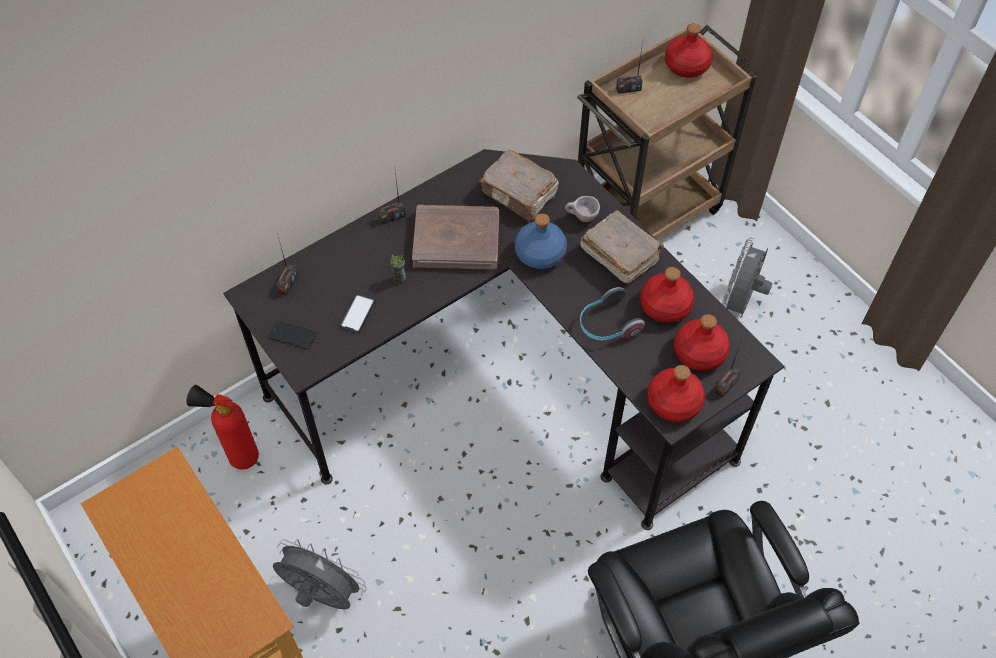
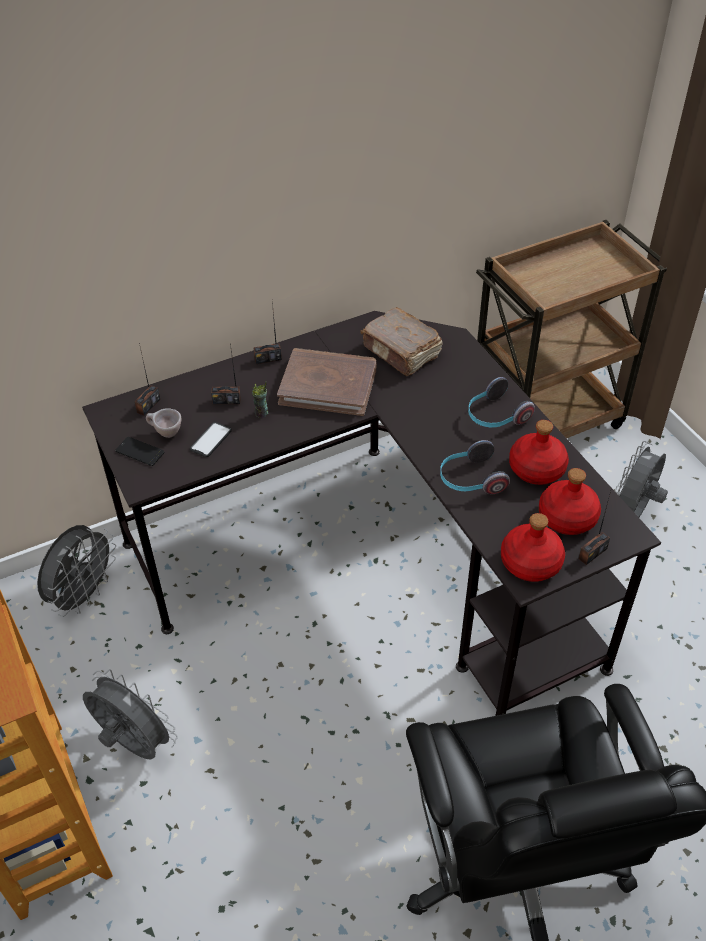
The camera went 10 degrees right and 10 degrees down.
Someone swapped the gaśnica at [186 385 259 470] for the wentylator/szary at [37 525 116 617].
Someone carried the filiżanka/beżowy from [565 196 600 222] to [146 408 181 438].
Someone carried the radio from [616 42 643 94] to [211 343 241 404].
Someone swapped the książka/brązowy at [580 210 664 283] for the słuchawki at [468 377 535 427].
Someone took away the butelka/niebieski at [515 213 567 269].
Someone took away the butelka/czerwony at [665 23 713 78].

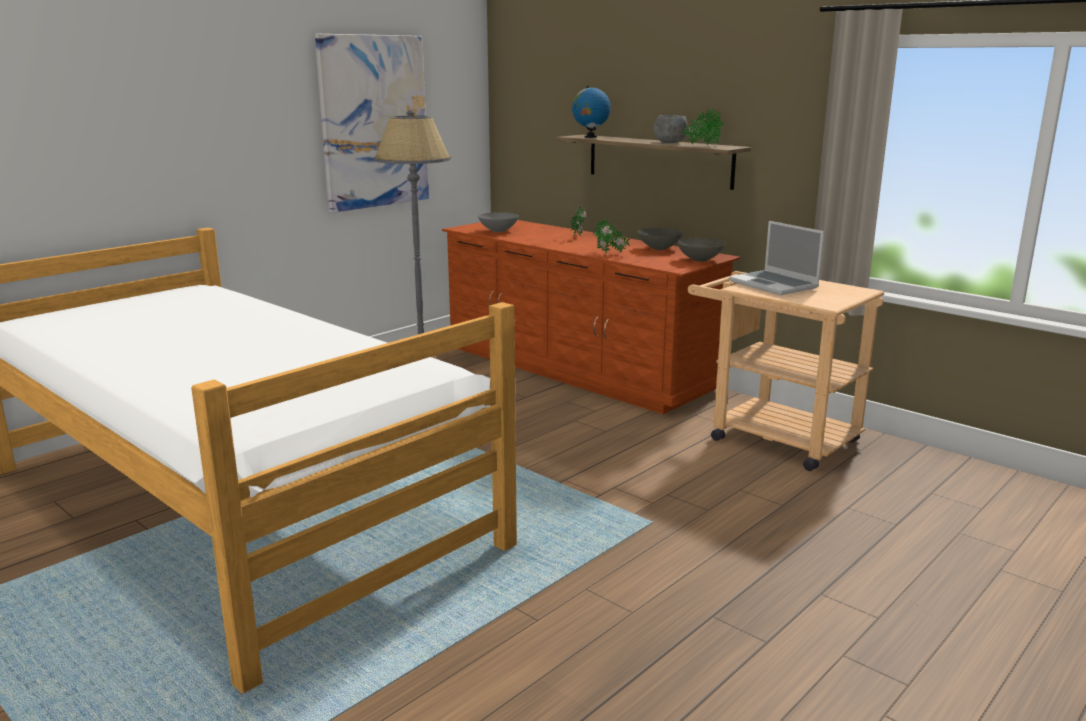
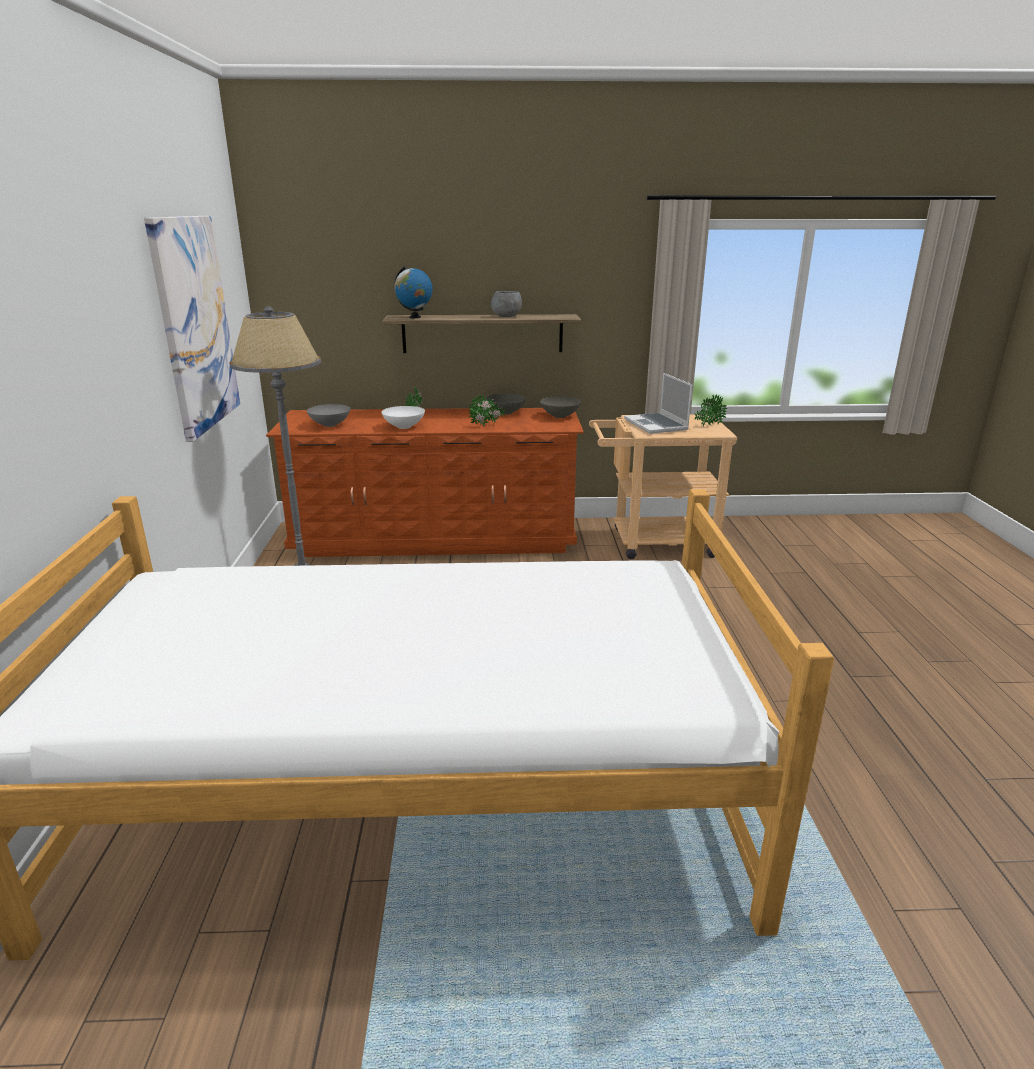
The camera went 45 degrees left and 5 degrees up.
Someone put down the miska/biały at [381 406 425 429].
Someone rotated the laptop at [729 221 824 295] by 60 degrees clockwise.
Someone carried the roślina doniczkowa from [682 108 723 145] to [694 394 727 427].

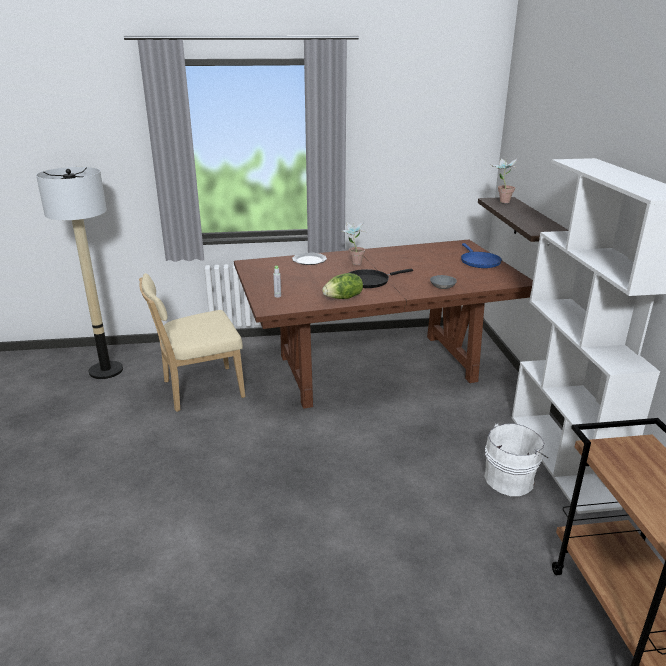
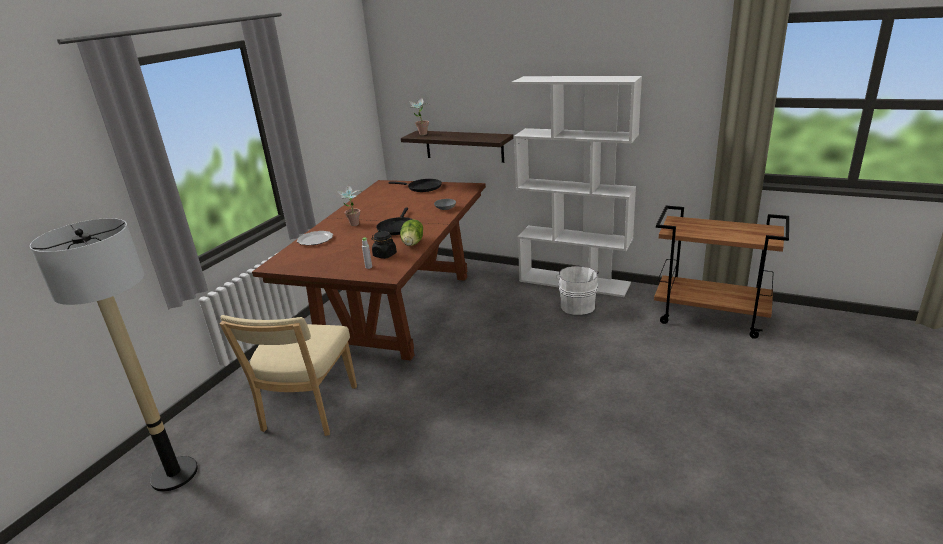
The camera went 55 degrees left and 0 degrees up.
Someone put down the słoik/czarny at [372 231 397 259].
Someone repainted the patelnia/niebieski at [461 243 502 268], which became the patelnia/czarny at [389 179 442 192].

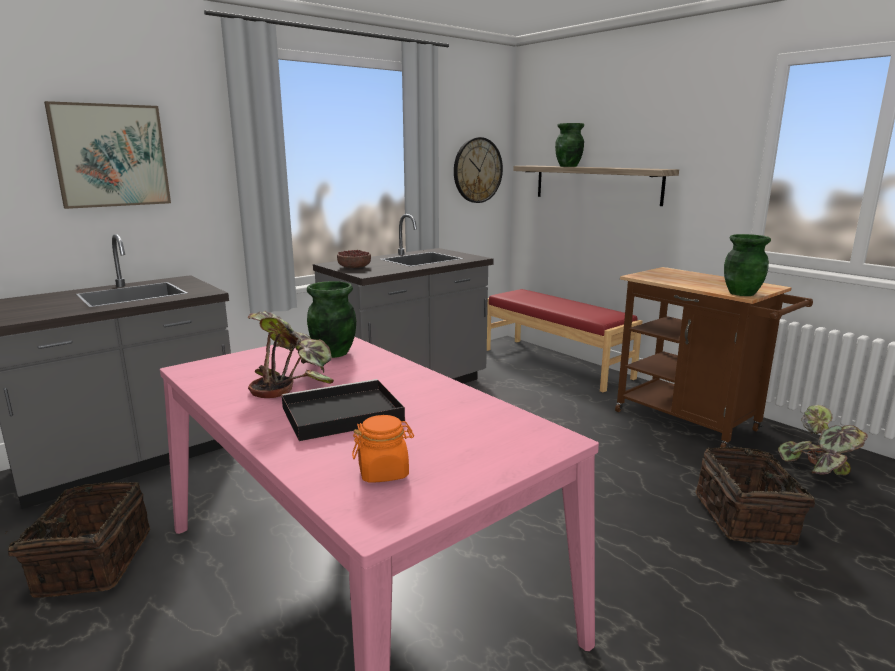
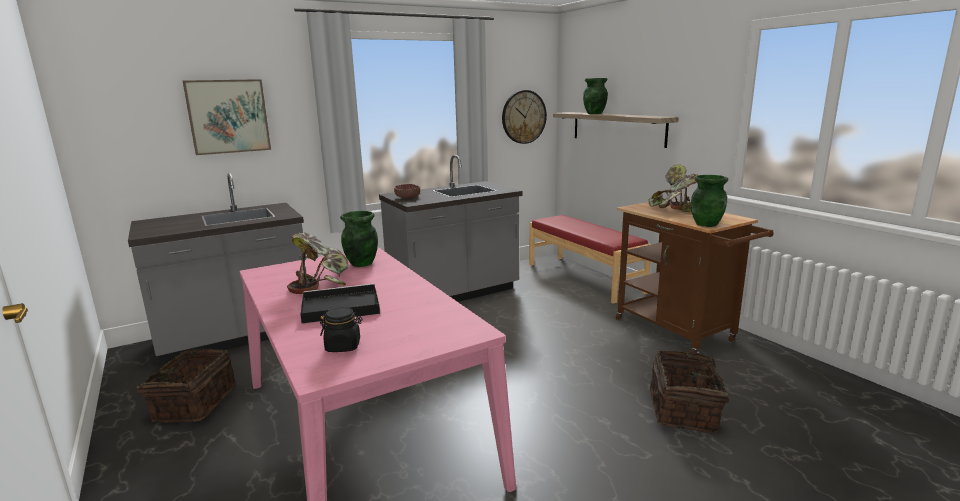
The camera went 10 degrees right and 0 degrees up.
Someone repainted the słoik/pomarańczowy at [352 415 414 483], which became the słoik/czarny at [320 307 363 352].
Someone carried the roślina doniczkowa from [778 405 868 475] to [648 164 698 212].

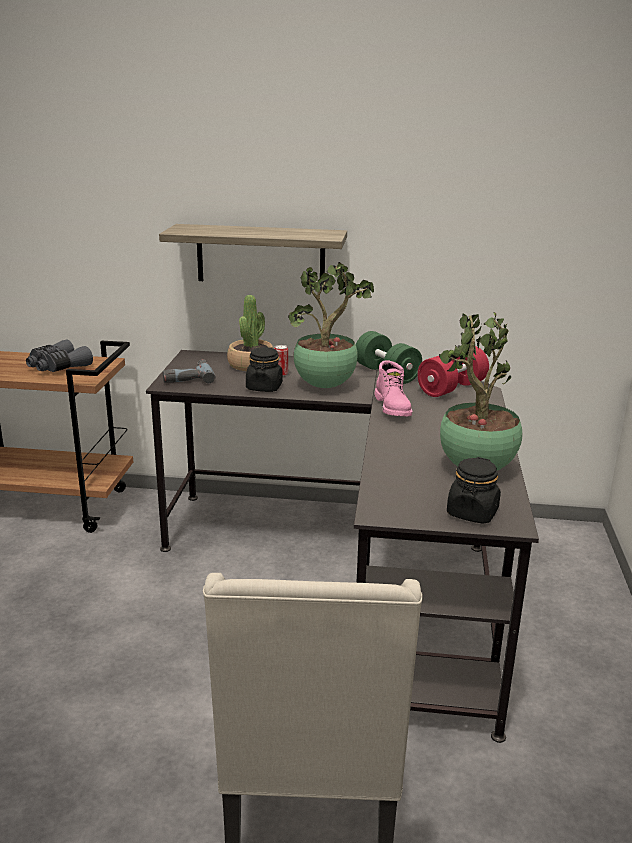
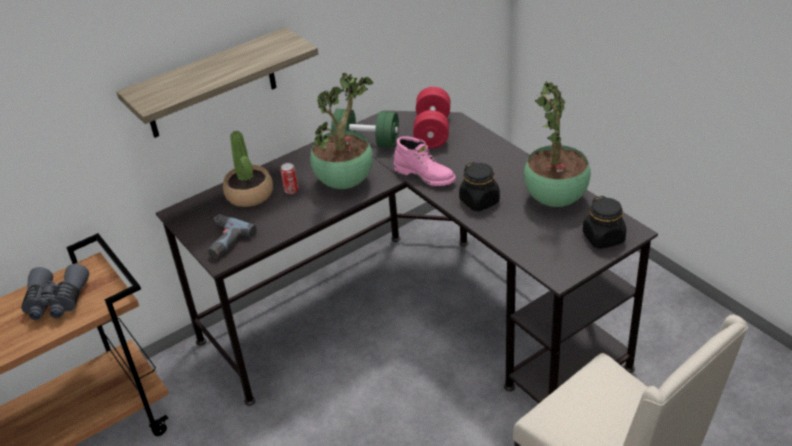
The camera went 40 degrees left and 15 degrees up.
Someone carried the słoik/czarny from [246 347 283 392] to [459 162 500 211].

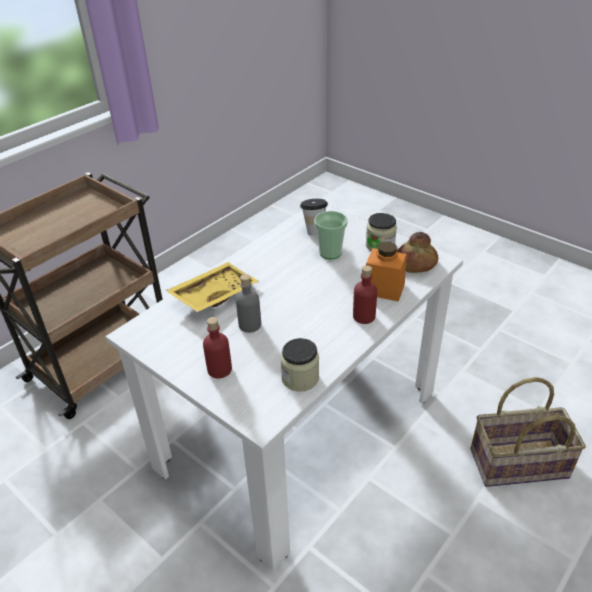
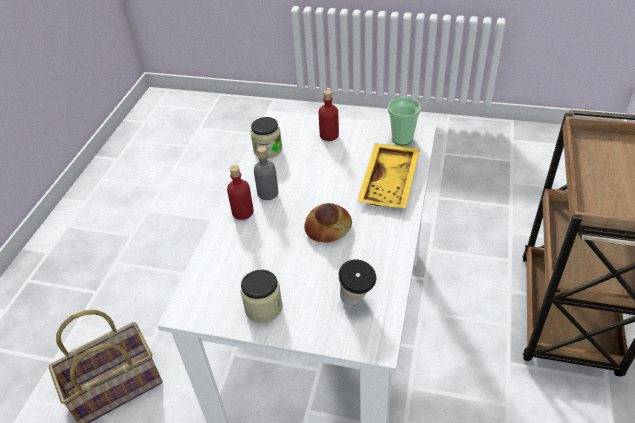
The camera went 155 degrees right and 5 degrees up.
Someone carried the butelka/szary from [236 274 261 333] to [254 146 278 200].
Someone carried the chleb from [397 232 438 273] to [304 203 352 242].
Someone carried the filiżanka from [314 211 348 259] to [388 97 421 145].
Someone took away the słoik/pomarańczowy at [366 242 406 302].

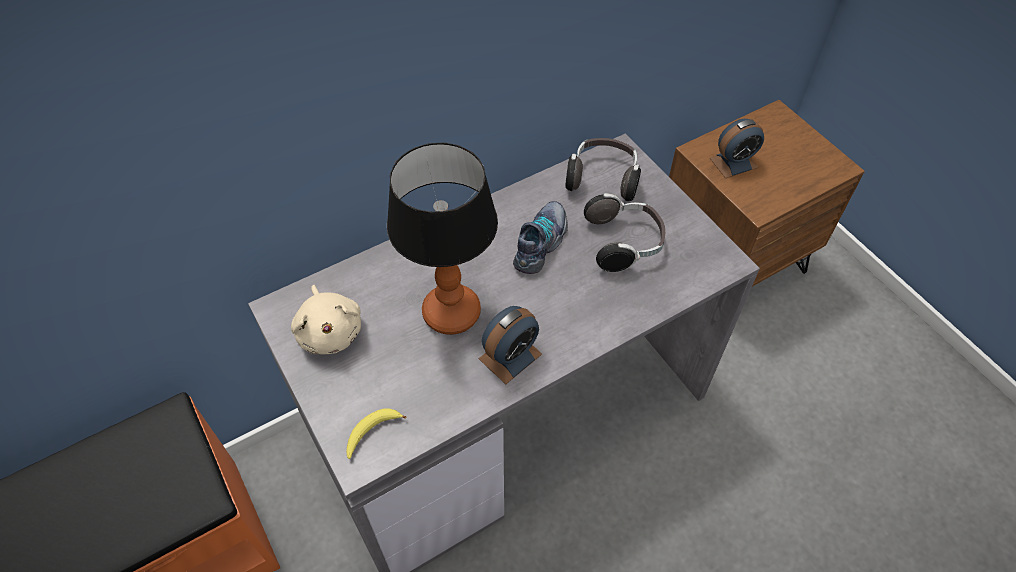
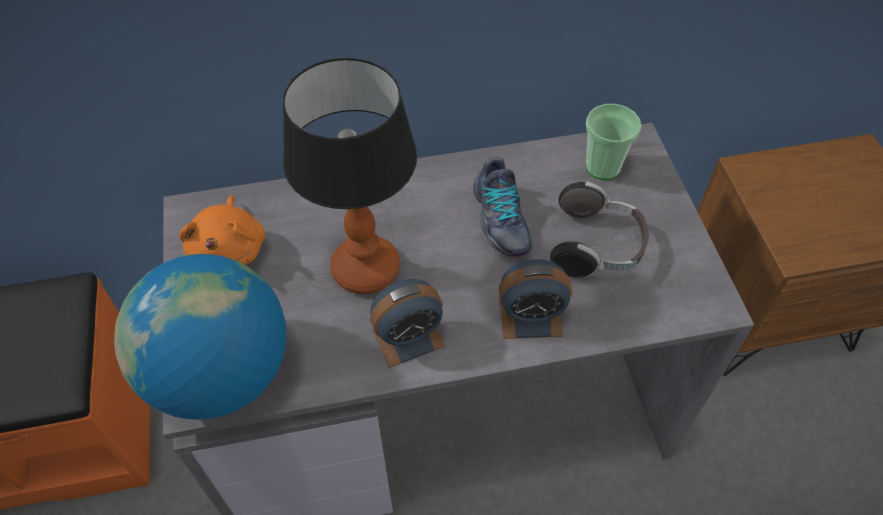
The camera went 20 degrees right and 0 degrees up.
Someone swapped the banan at [346 409 407 459] for the globus at [114 254 286 420].
Someone repainted the pluszak/beżowy at [291 285 361 355], which became the pluszak/pomarańczowy at [179 196 265 265].
Someone rotated the but at [513 201 568 274] by 120 degrees clockwise.
Someone carried the budzik from [710 119 764 178] to [499 259 572 339].
Someone swapped the słuchawki at [565 138 641 201] for the filiżanka at [586 104 642 180].

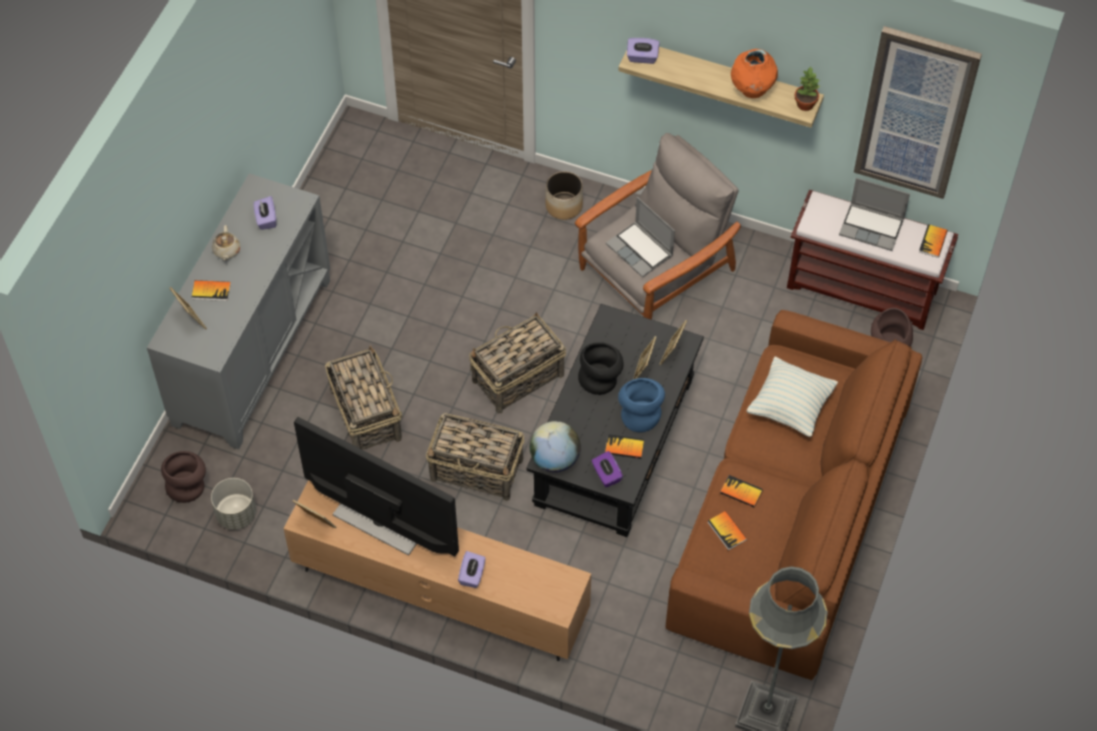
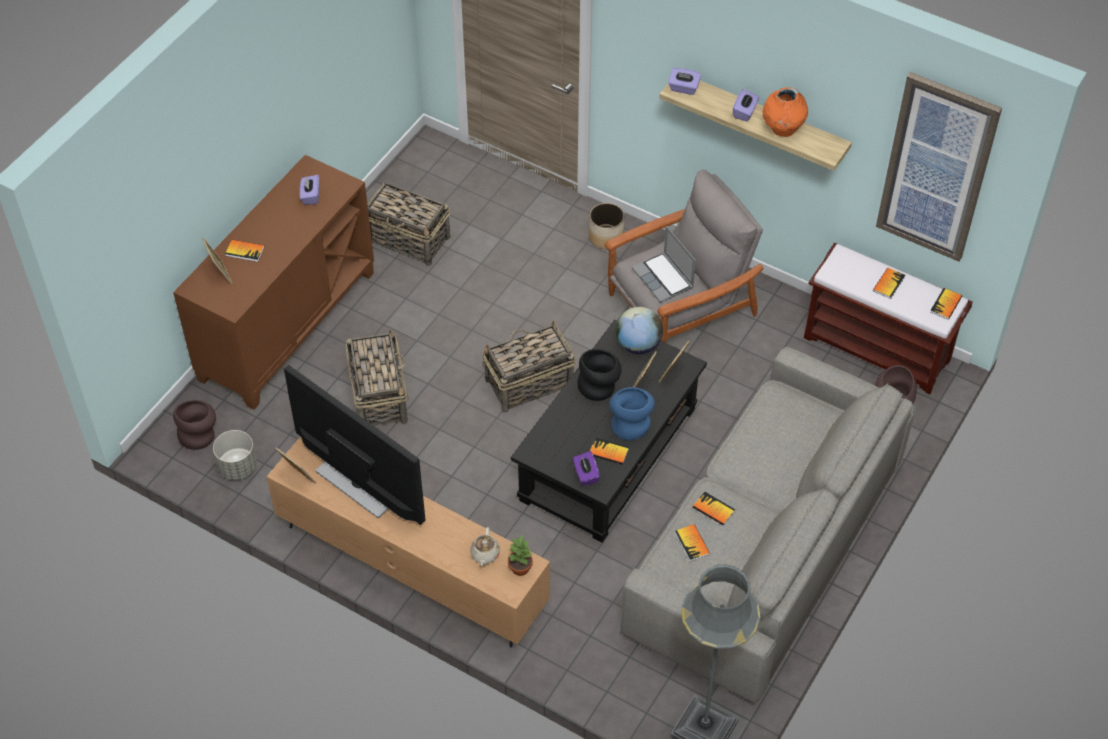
The camera went 10 degrees right and 5 degrees down.
Someone repainted the szafka/szary at [147 173 330 449], which became the szafka/brązowy at [173 155 374 410].
Someone carried the koszyk from [426 413 524 501] to [368 182 450 266].
Someone carried the imbryk/beżowy from [212 225 240 261] to [470 527 500 566].
Someone carried the roślina doniczkowa from [795 67 820 111] to [508 534 533 576].
Someone carried the globus from [530 421 581 472] to [616 307 663 354].
Someone repainted the kanapa/brązowy at [666 310 922 680], which became the kanapa/szary at [620 347 915 704].
Someone carried the pudełko chusteczek/fioletowy from [458 551 485 588] to [733 89 759 121].
Someone swapped the laptop at [839 178 910 251] for the książka at [873 268 905 299].
Someone took away the poduszka at [746 357 838 437].

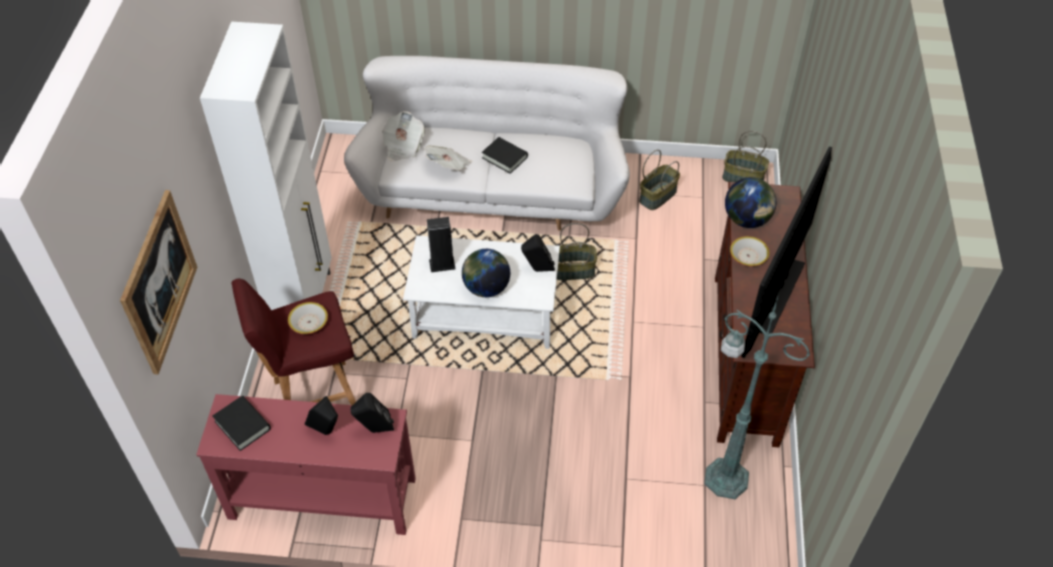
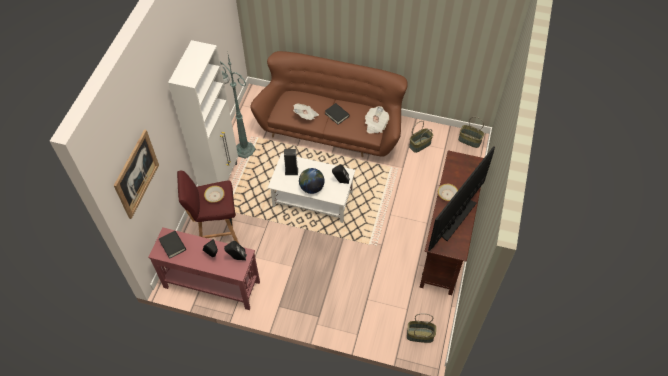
The camera went 10 degrees right and 5 degrees up.
Someone carried the lampa stojąca/zielony from [704 294 810 499] to [220 55 256 159].
Someone repainted the kanapa/biały at [344 56 630 231], which became the kanapa/brązowy at [251 51 408 157].
Someone carried the gazeta from [382 111 425 161] to [365 106 389 134].
Someone carried the koszyk from [557 223 597 280] to [407 313 436 343].
Someone took away the globus at [725 177 776 228].

